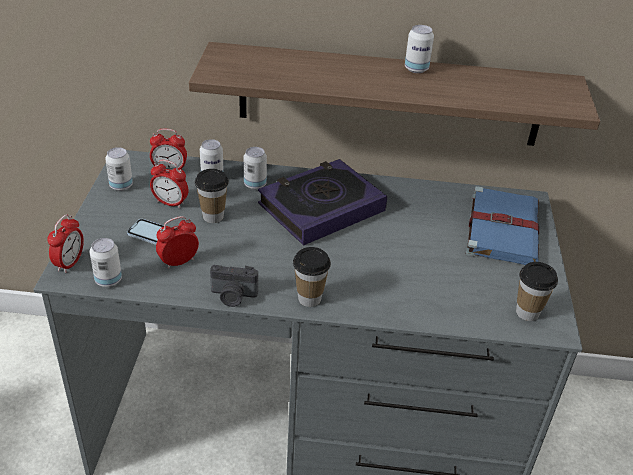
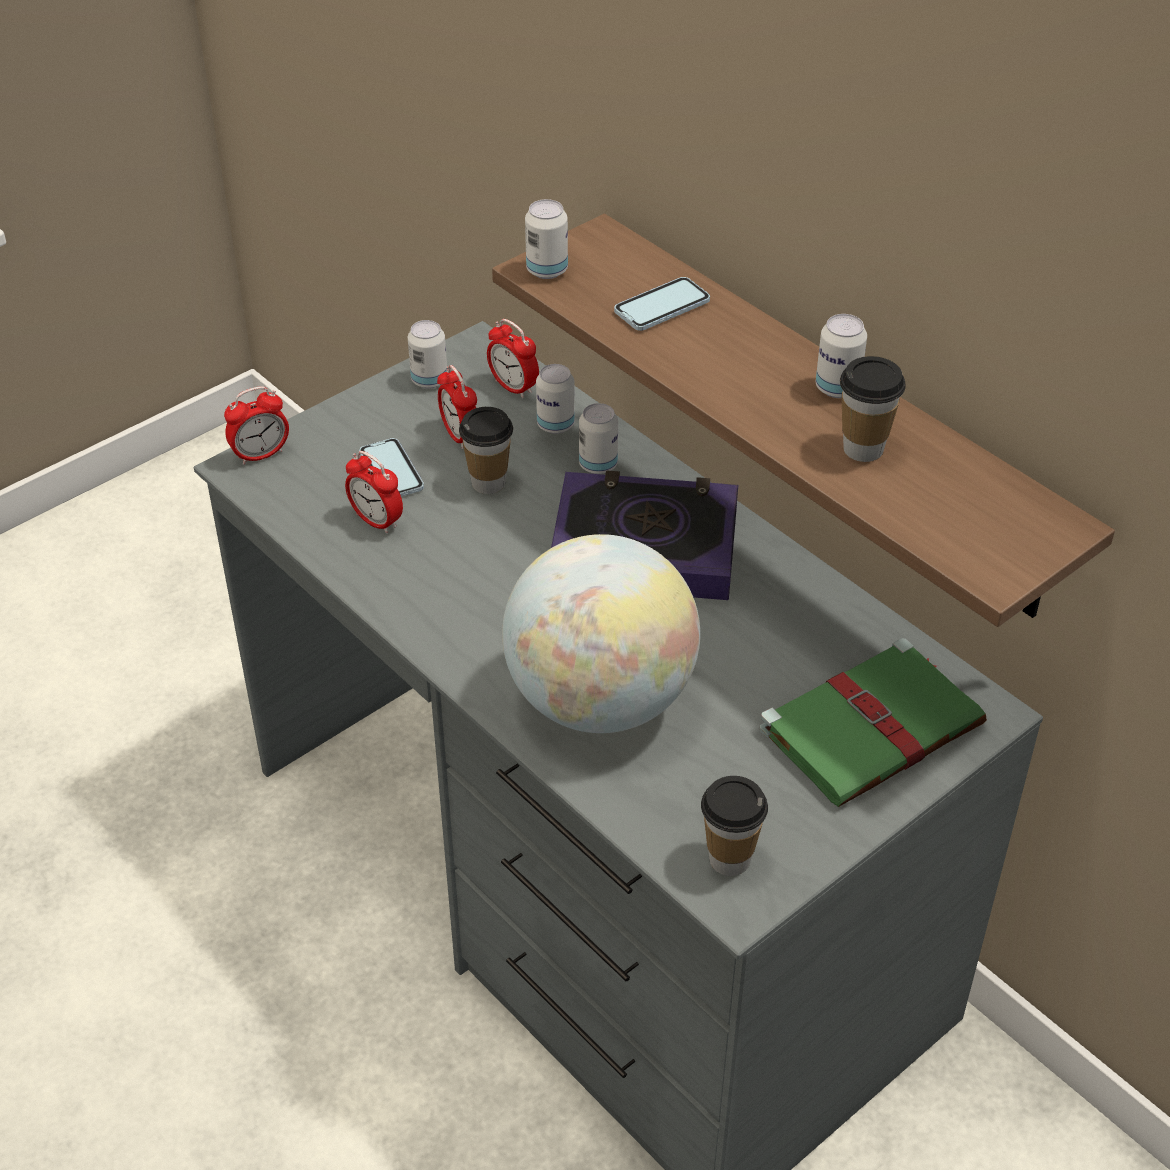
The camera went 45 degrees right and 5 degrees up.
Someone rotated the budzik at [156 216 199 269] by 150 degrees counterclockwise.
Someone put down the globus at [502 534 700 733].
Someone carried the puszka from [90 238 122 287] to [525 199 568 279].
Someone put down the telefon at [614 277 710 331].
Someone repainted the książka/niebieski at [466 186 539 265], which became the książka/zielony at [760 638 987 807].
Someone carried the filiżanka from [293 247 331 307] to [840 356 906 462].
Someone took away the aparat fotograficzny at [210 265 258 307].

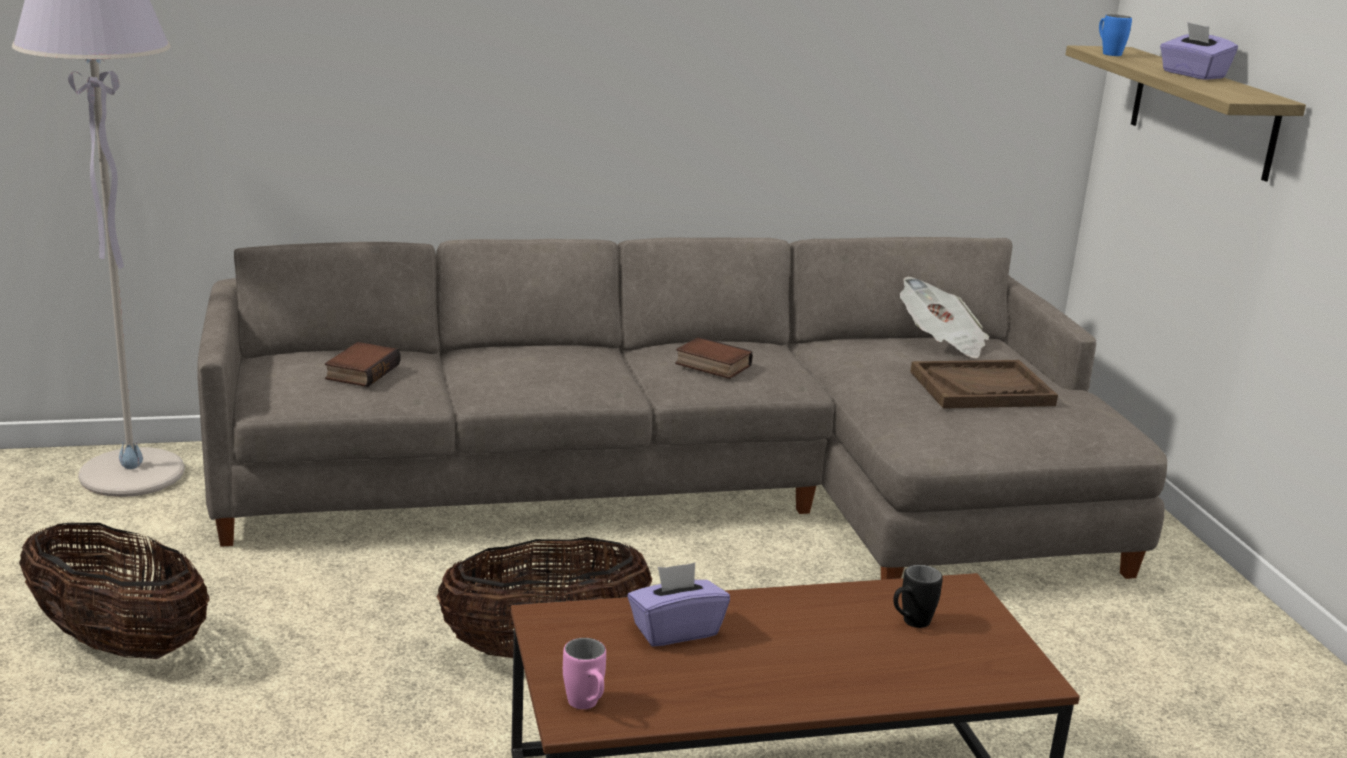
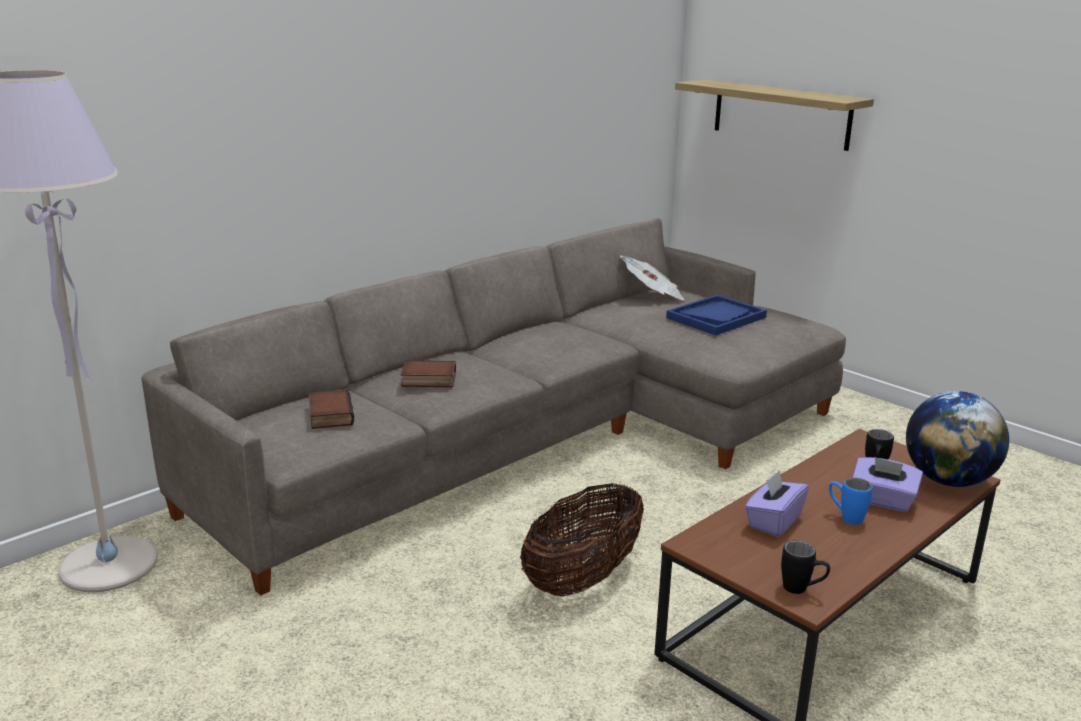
The camera went 30 degrees left and 0 degrees up.
Someone carried the książka from [675 337 753 379] to [401 360 456 387].
Someone repainted the taca/brązowy at [910 360 1058 409], which became the taca/niebieski at [666 295 767 335].
Someone repainted the kubek/różowy at [563 638 606 709], which became the kubek/czarny at [781 541 830 594].
Someone carried the kubek/niebieski from [1099 14 1132 56] to [829 478 873 525].
Someone carried the pudełko chusteczek/fioletowy from [1160 22 1238 80] to [852 457 923 512].
Someone put down the globus at [906 391 1009 487].
Someone took away the koszyk at [19 522 210 659].

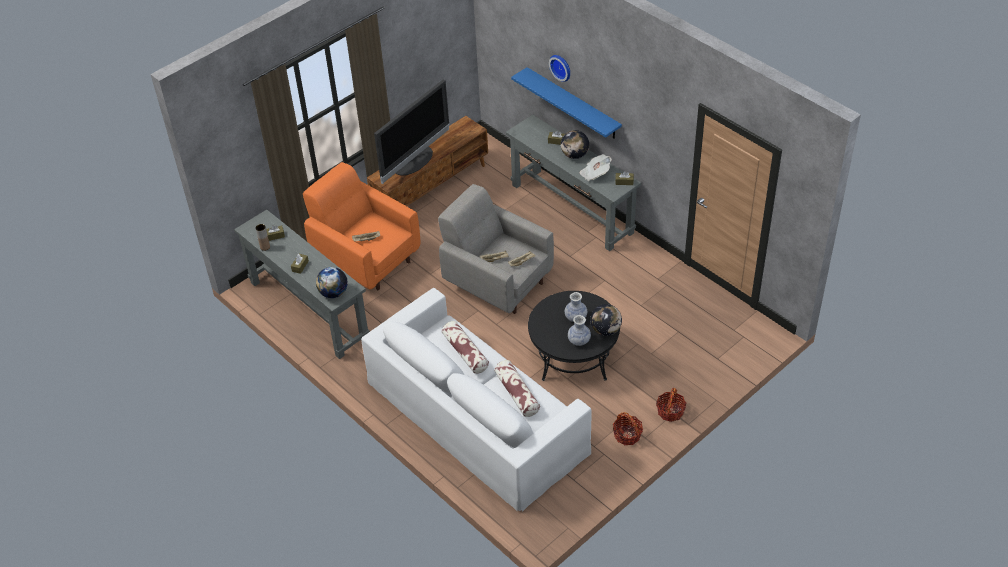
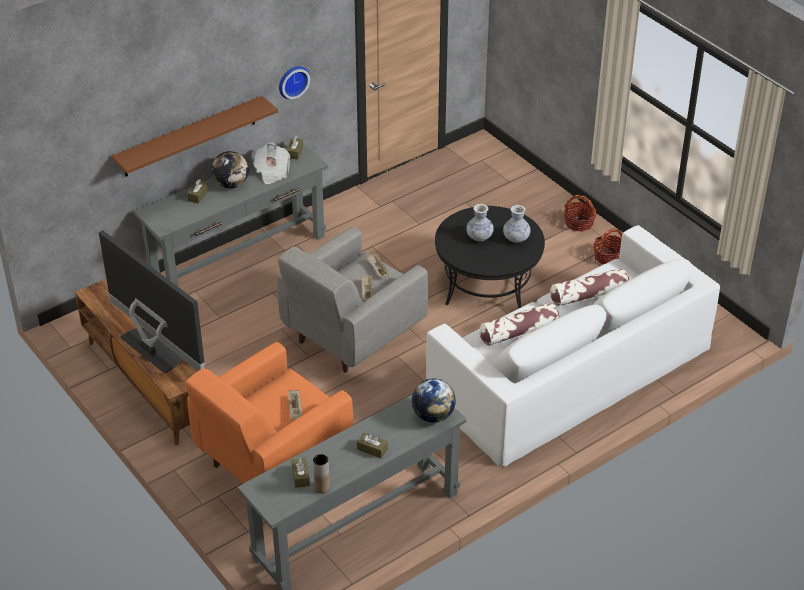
The camera went 85 degrees left and 5 degrees down.
Someone repainted the półka/niebieski at [511 67 622 139], which became the półka/brązowy at [112 96 278 177].
Someone carried the zegar ścienny from [549 55 570 82] to [279 66 310 99].
Someone took away the globus at [590 304 622 336].

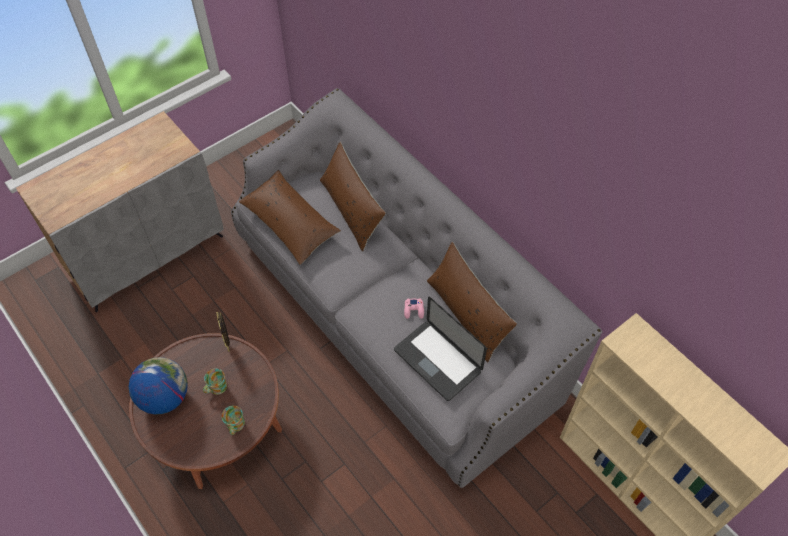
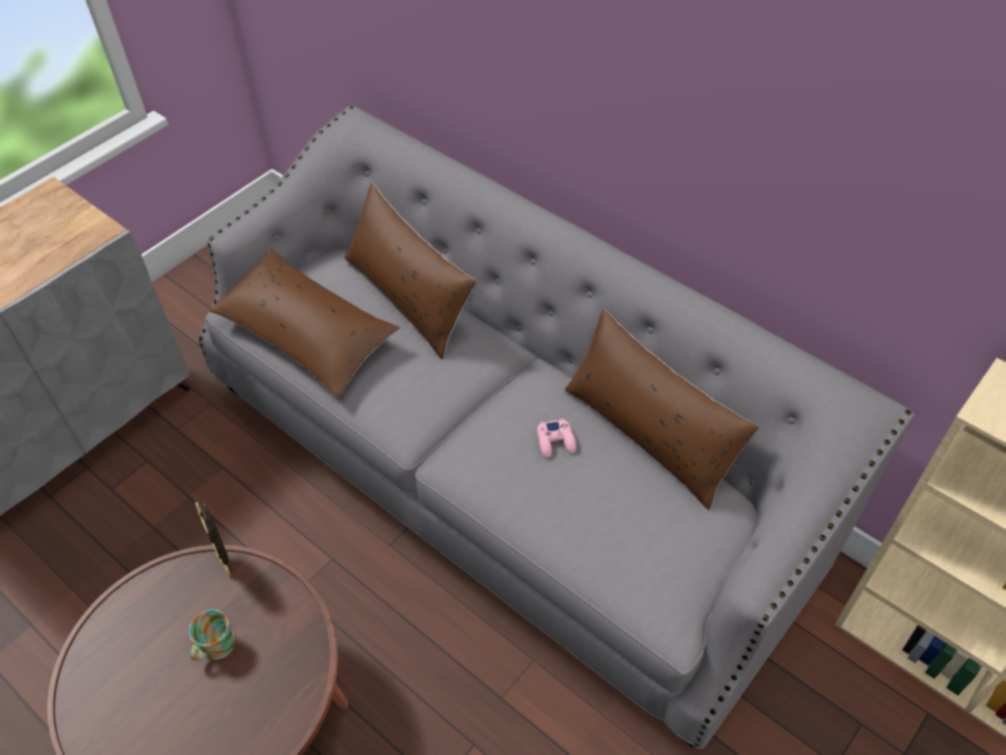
The camera went 10 degrees left and 5 degrees down.
Someone took away the globus at [129 357 188 415].
Someone took away the kubek at [222 406 245 435].
Someone took away the laptop at [394 297 487 401].

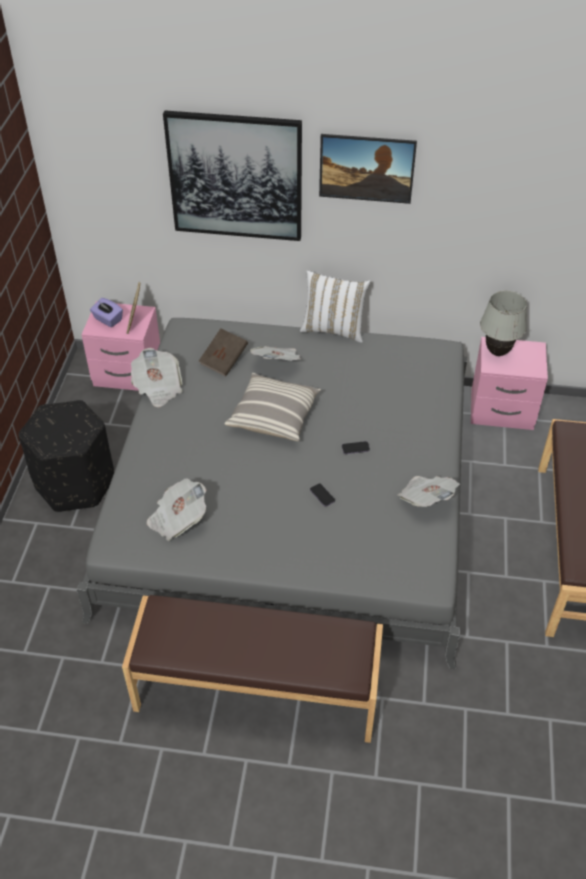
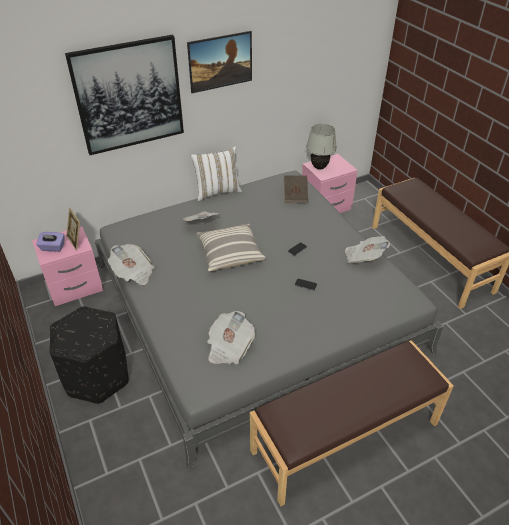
The camera went 35 degrees left and 5 degrees down.
Someone carried the książka/brązowy from [199 328 248 377] to [284 175 308 203].

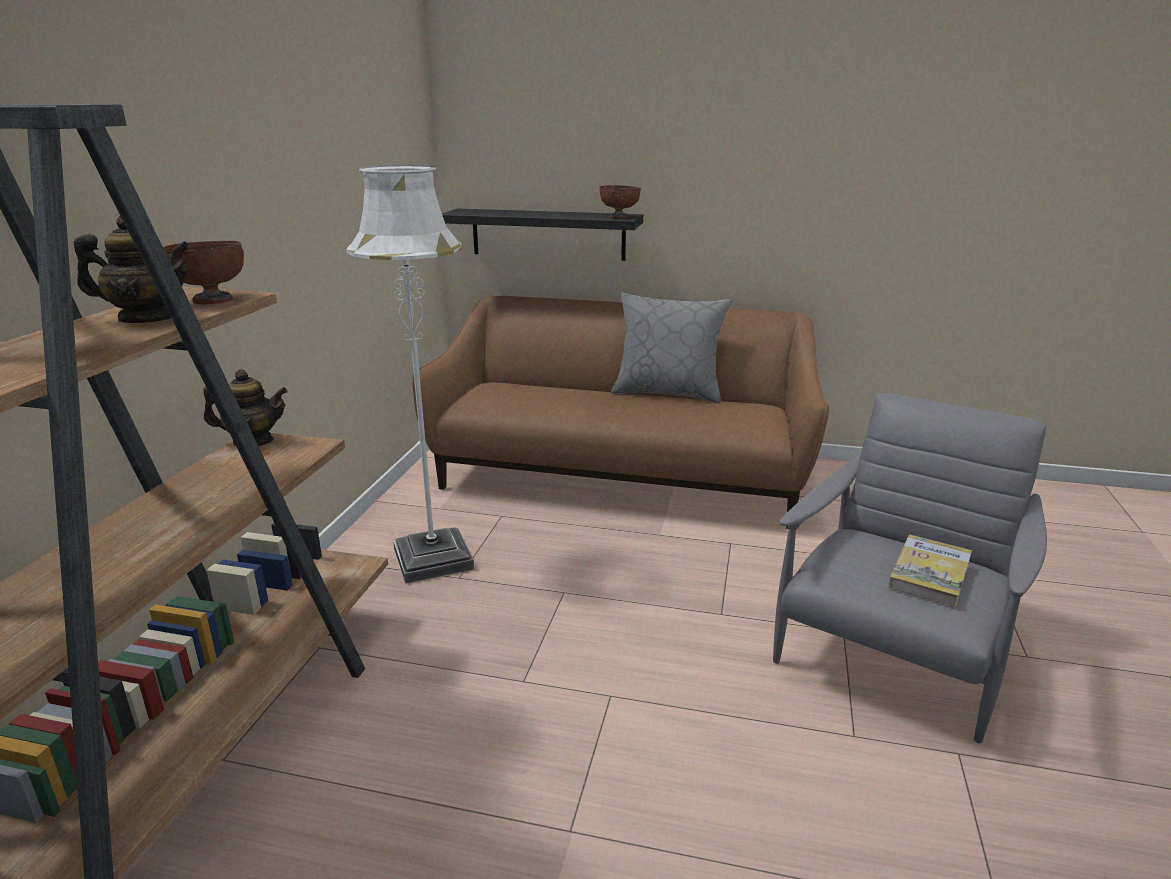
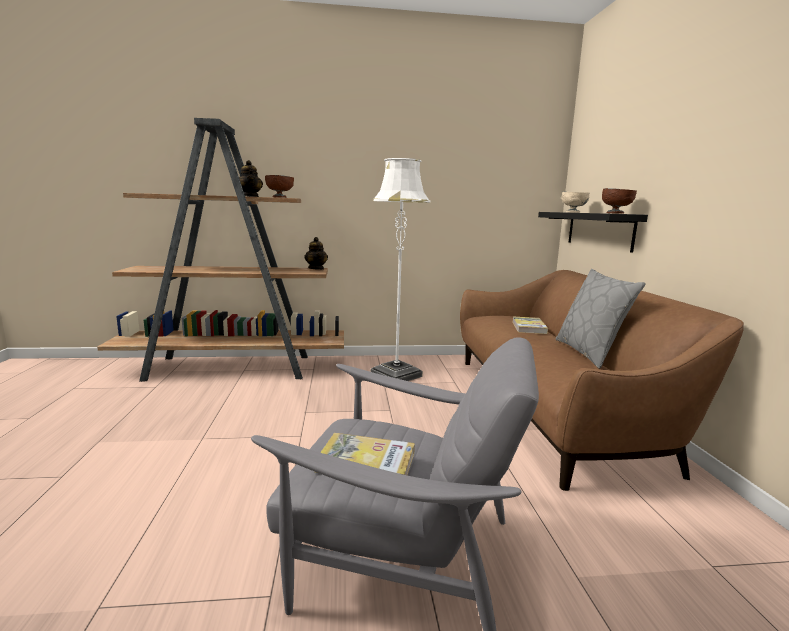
The camera went 70 degrees right and 10 degrees down.
Someone put down the książka at [513 316 548 334].
Someone put down the miska/beżowy at [561 191 590 213].

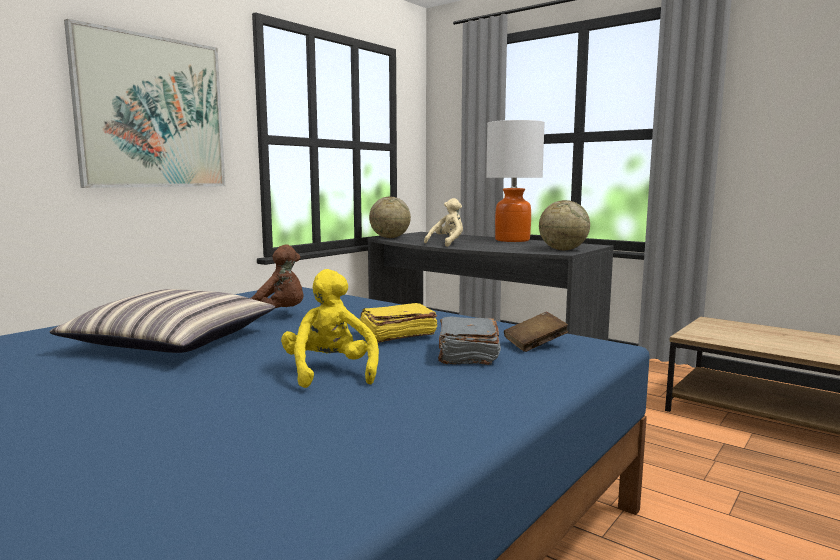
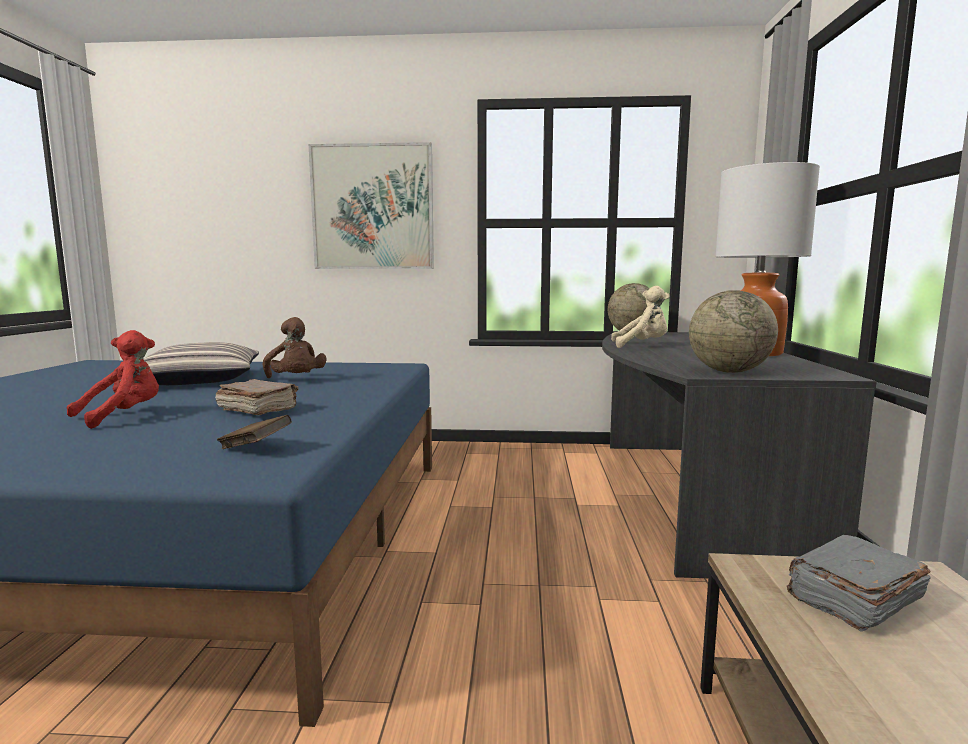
The camera went 55 degrees right and 0 degrees up.
Someone repainted the pluszak/żółty at [281 269 379 388], which became the pluszak/czerwony at [67 330 159 429].
Someone repainted the książka/żółty at [360 303 437 343], which became the książka/brązowy at [215 379 298 415].
Someone carried the książka/szary from [438 316 501 365] to [787 535 931 632].

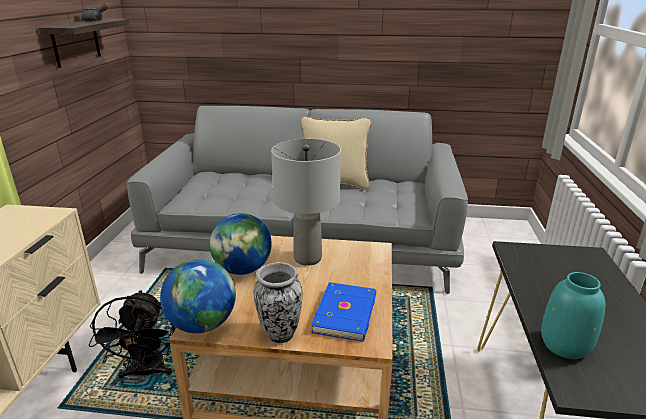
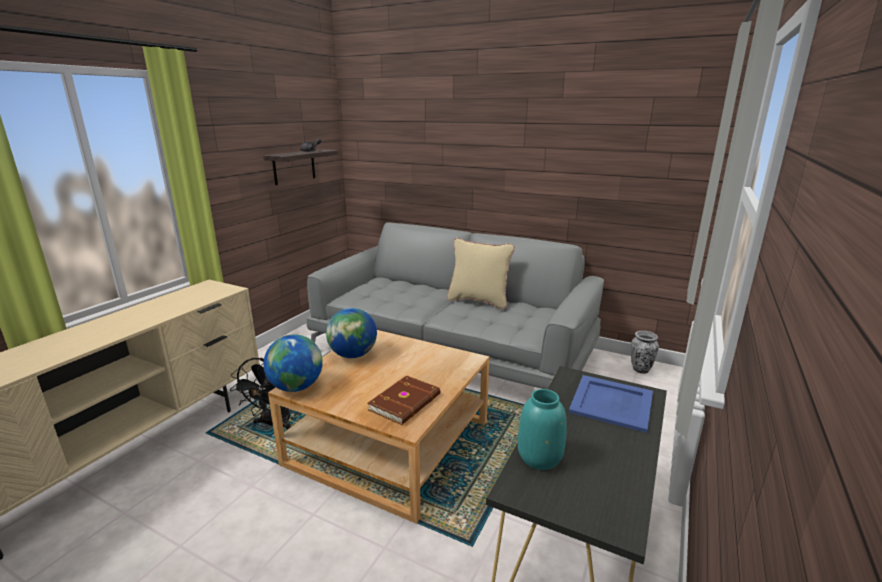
The camera went 20 degrees right and 5 degrees down.
Someone repainted the książka/niebieski at [311 282 376 342], which became the książka/brązowy at [367 376 440 425].
Someone put down the taca/niebieski at [569 375 653 433].
Someone carried the wazon from [253 262 303 343] to [631 331 659 374].
Someone took away the lampa stołowa/szary at [271 139 341 266].

